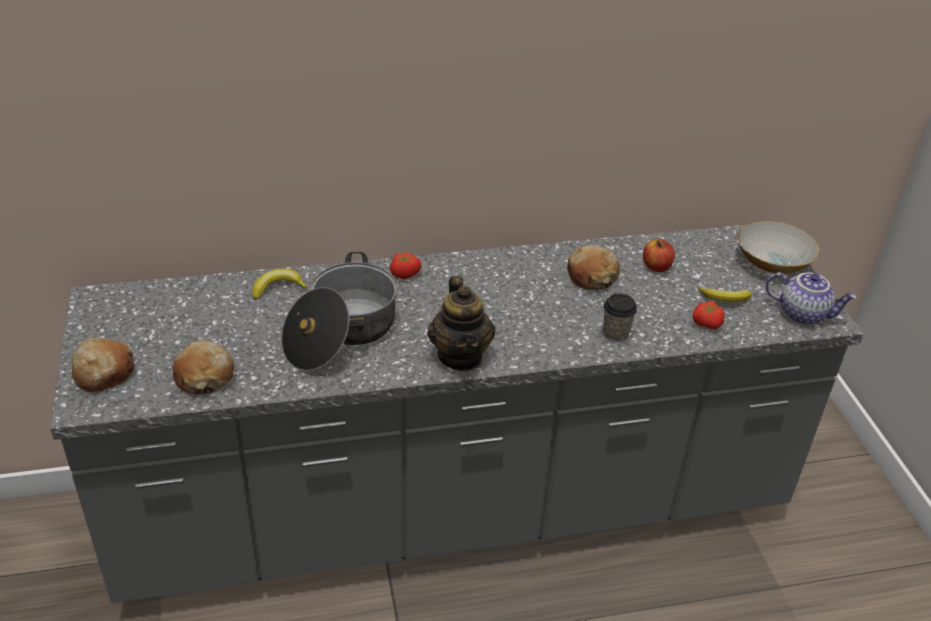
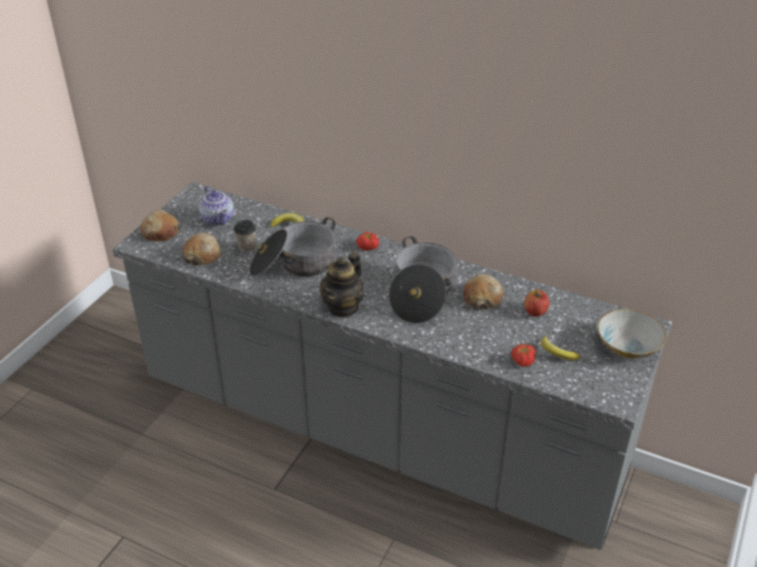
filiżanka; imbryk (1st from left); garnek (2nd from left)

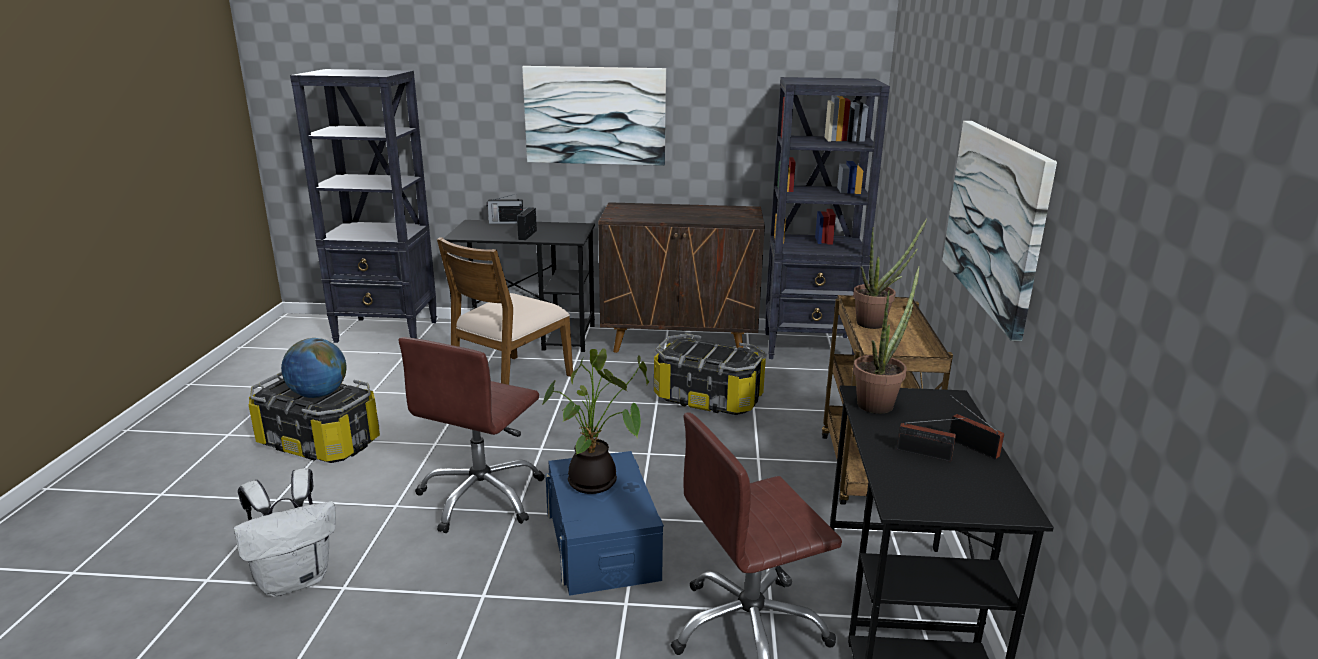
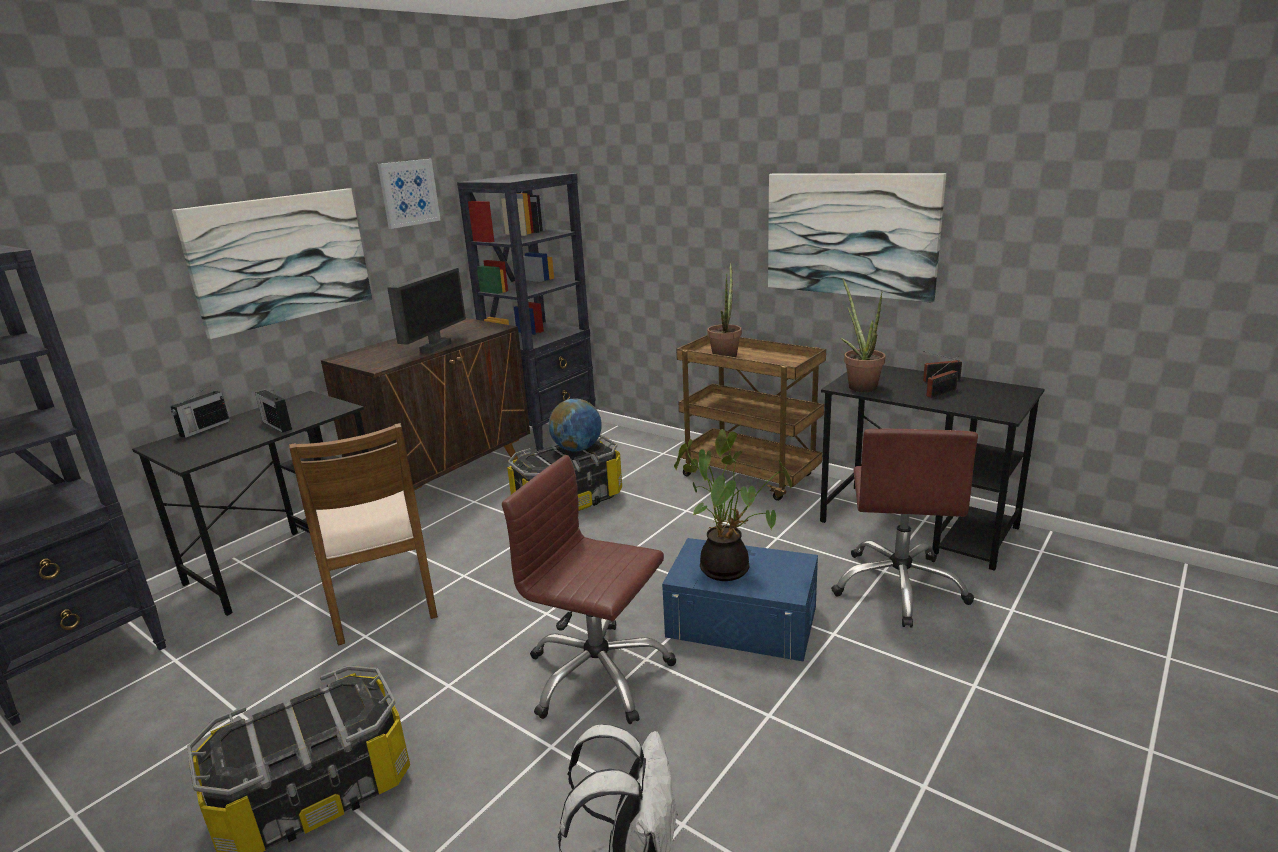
globus; krzesło biurowe [brązowy] (1st from left); obraz (2nd from left); monitor

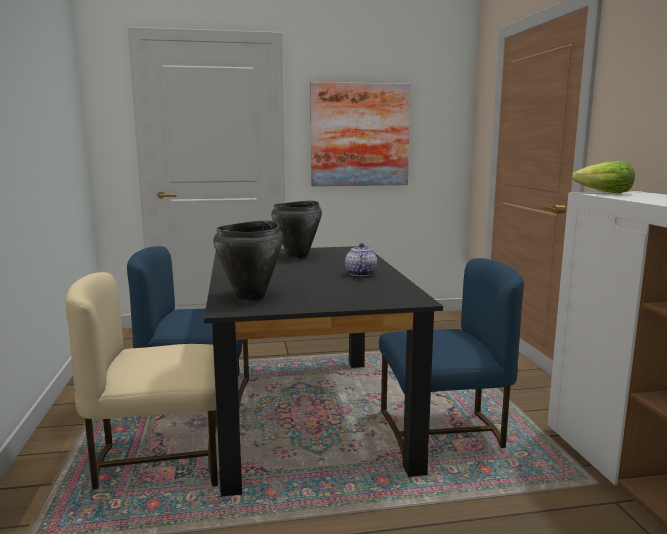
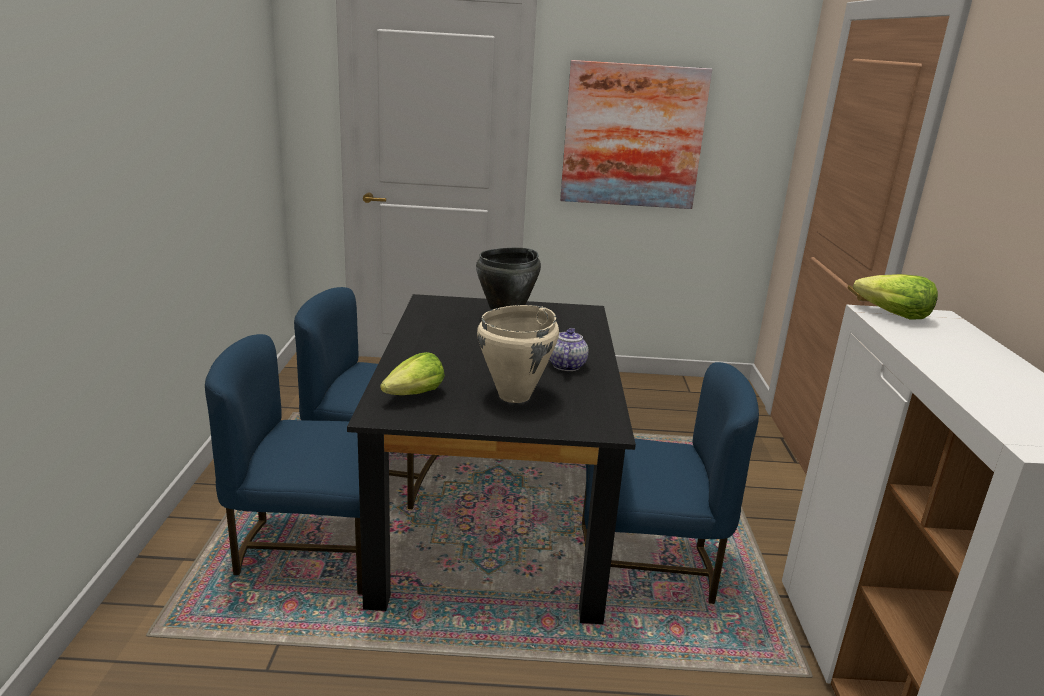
krzesło [niebieski] (1st from left); sałata (1st from left); garnek [beżowy]

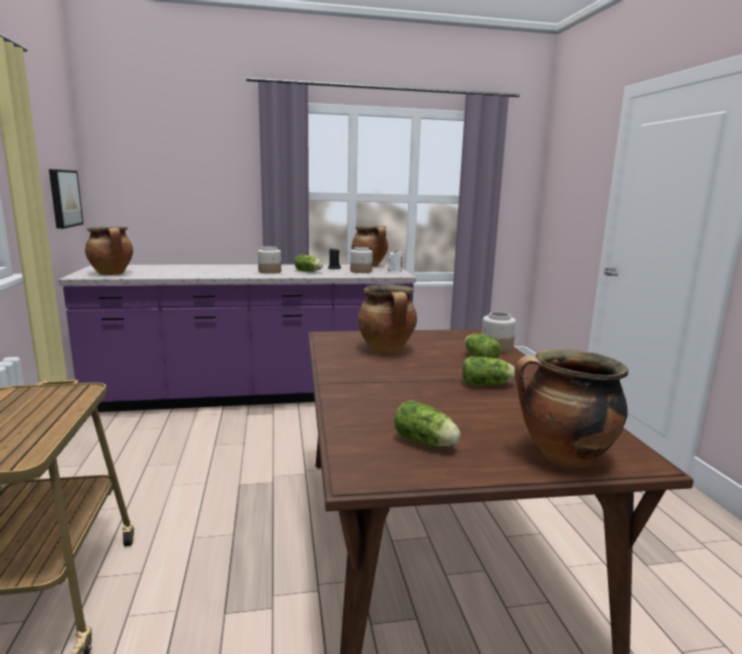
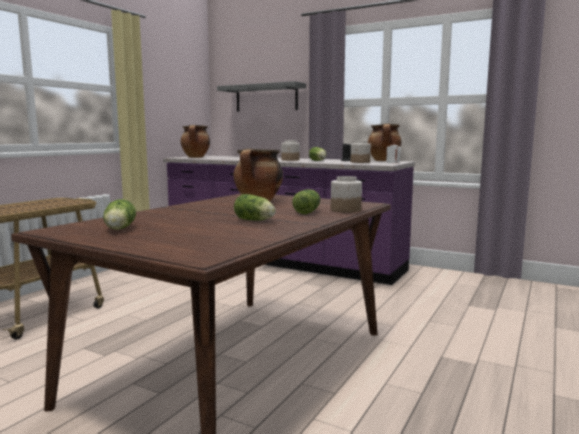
obraz; garnek (4th from left in the first image); półka [szary]

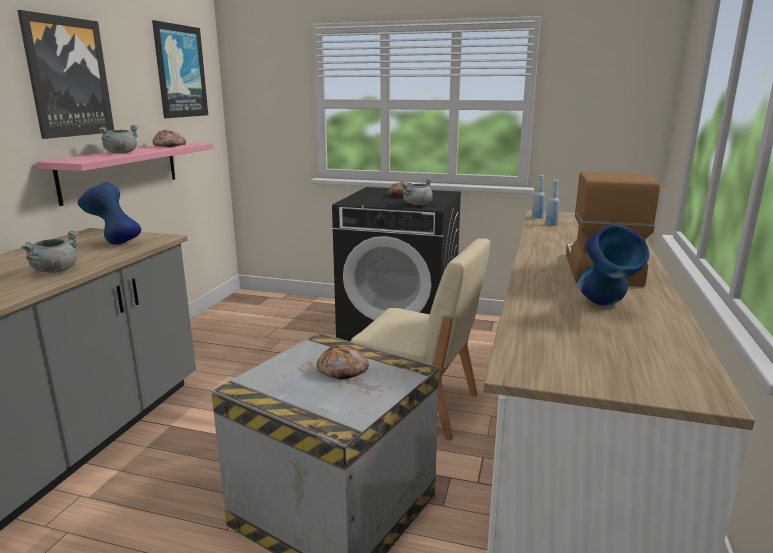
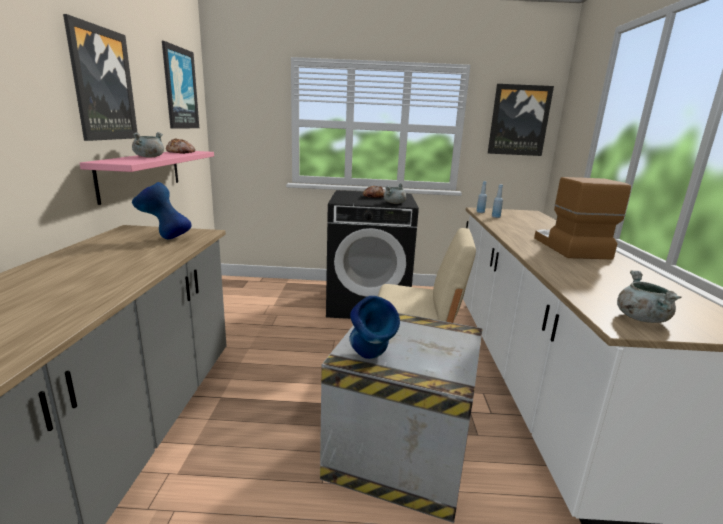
garnek [szary] (3rd from left); chleb (2nd from left in the first image); wazon [niebieski] (2nd from left); obraz (3rd from left)

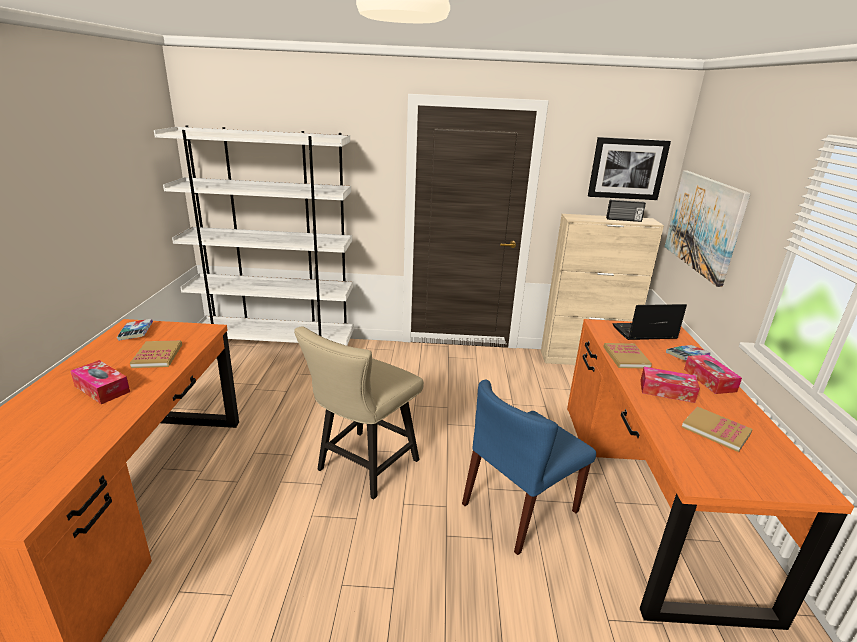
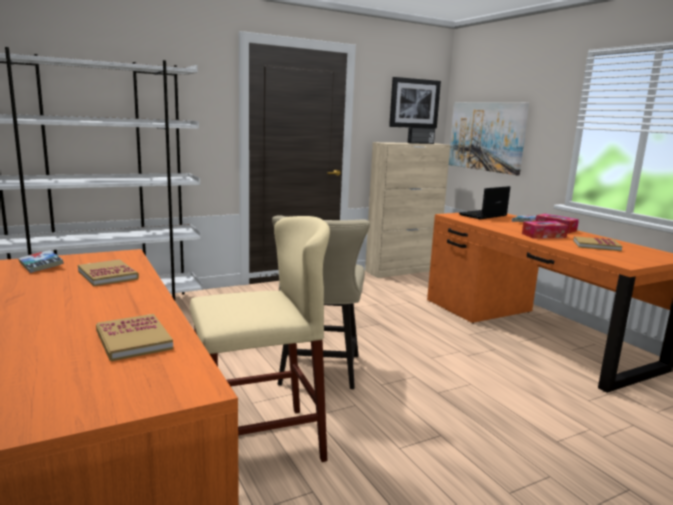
pudełko chusteczek (1st from left in the first image); krzesło [niebieski]; książka (3rd from left); stołek [beżowy]

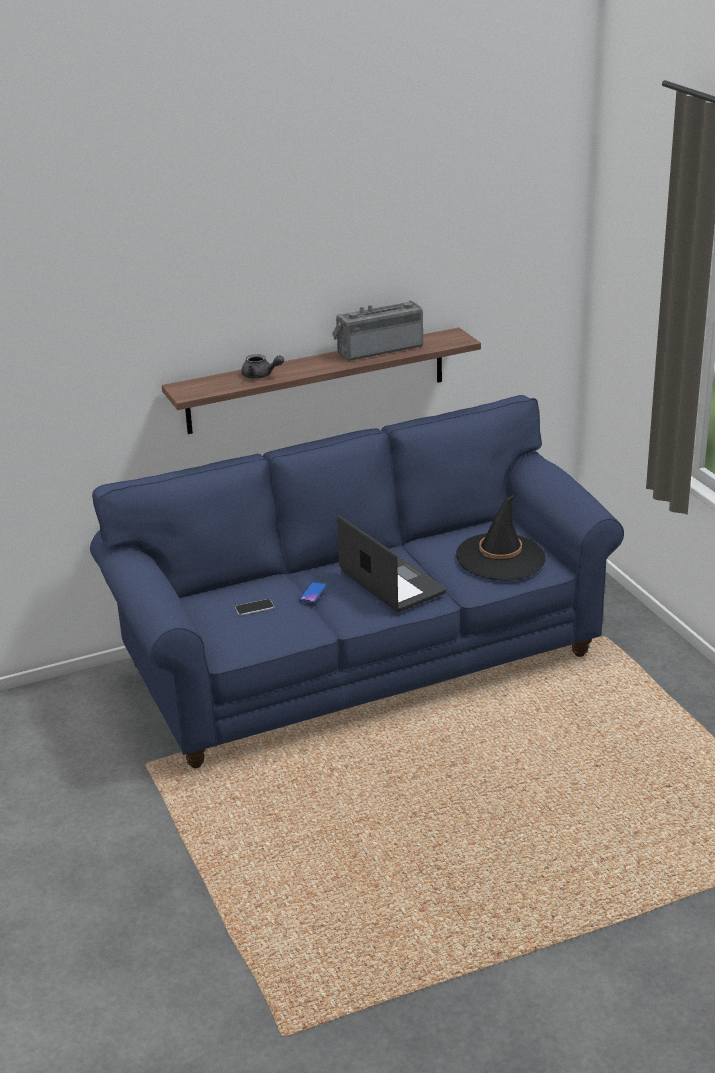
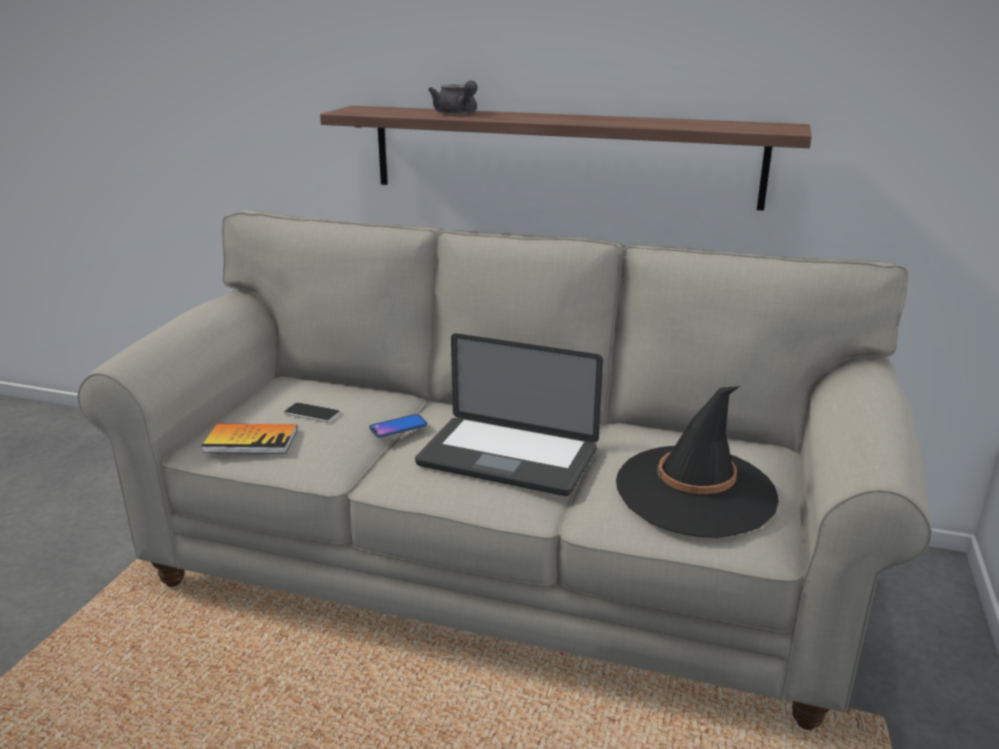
kanapa [beżowy]; radio; laptop; książka

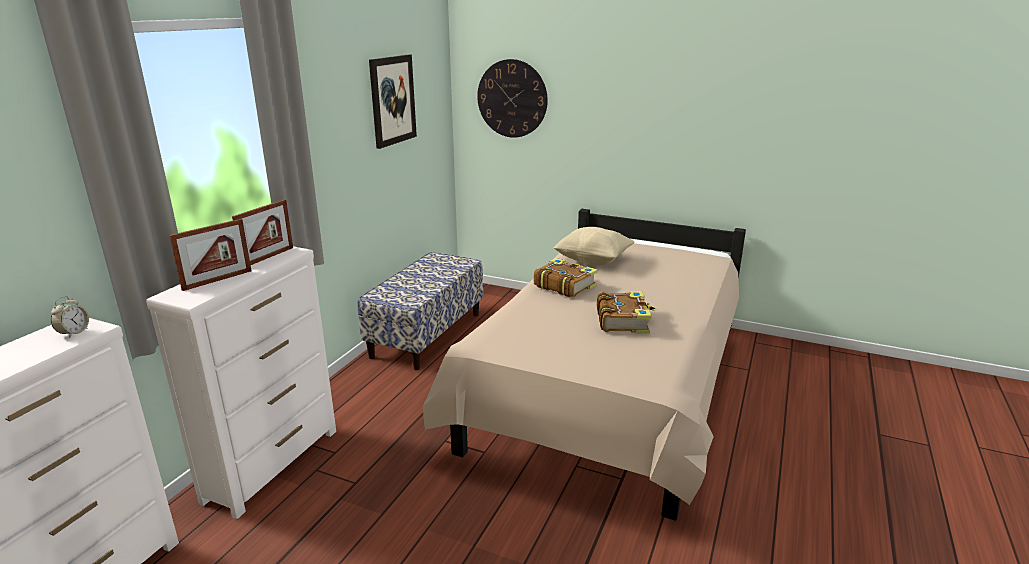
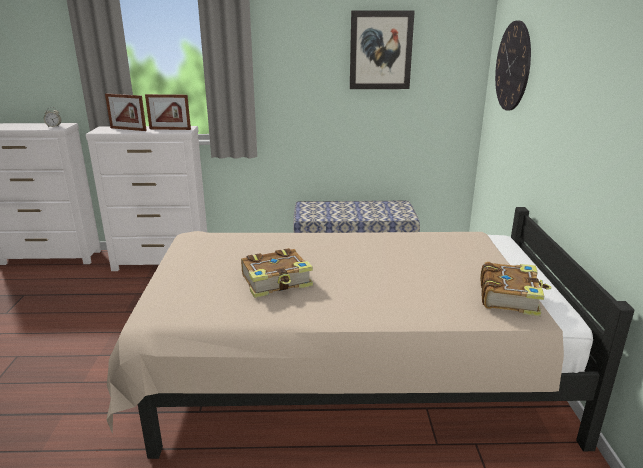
książka (2nd from left); poduszka [beżowy]

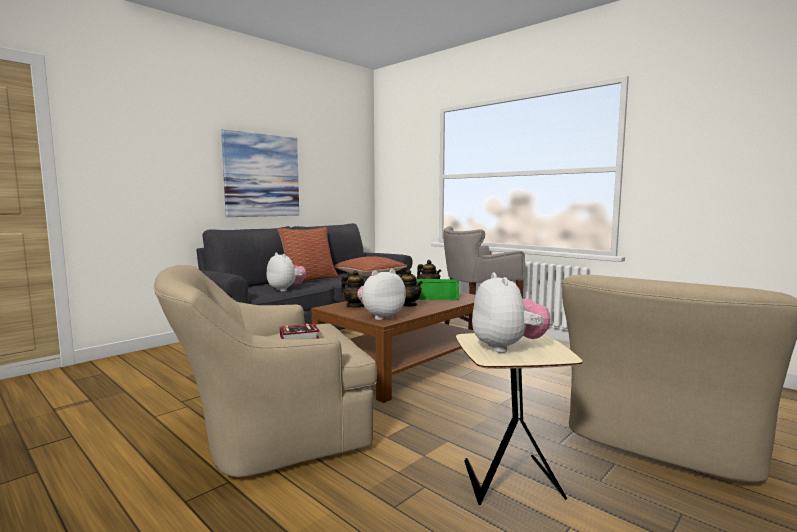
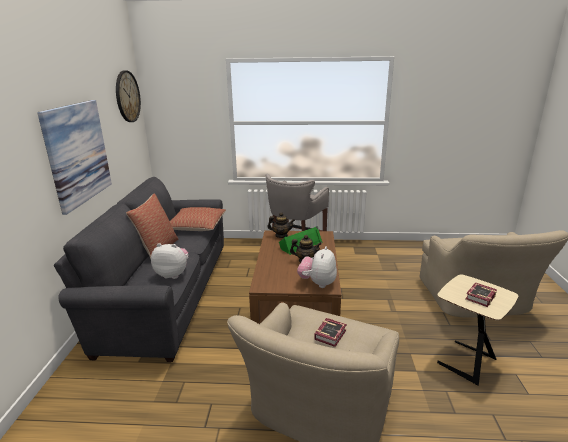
imbryk (1st from left in the first image); książka (2nd from left); zegar ścienny

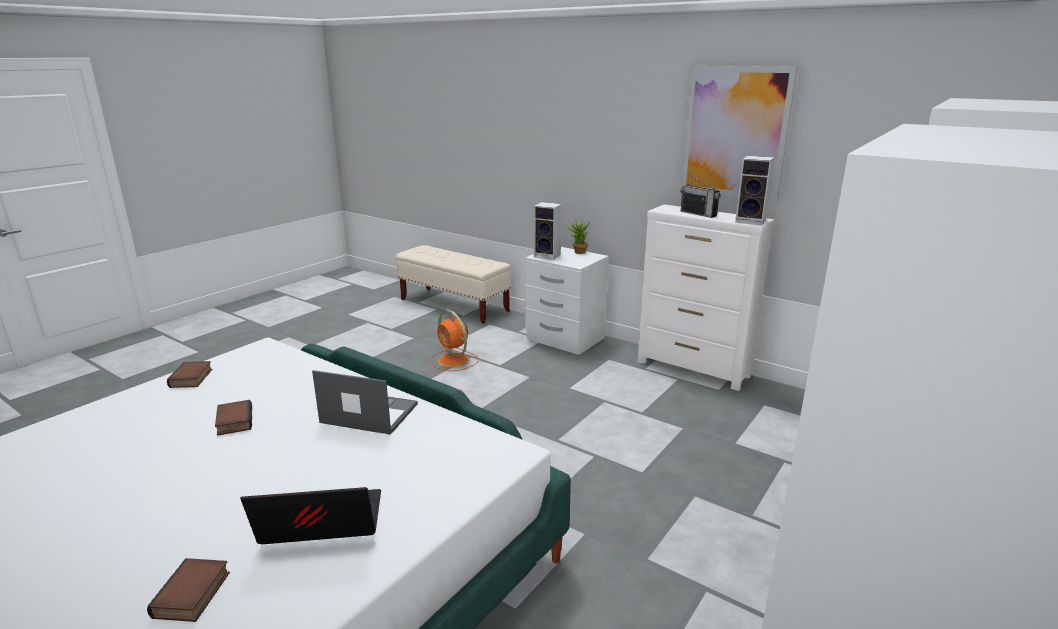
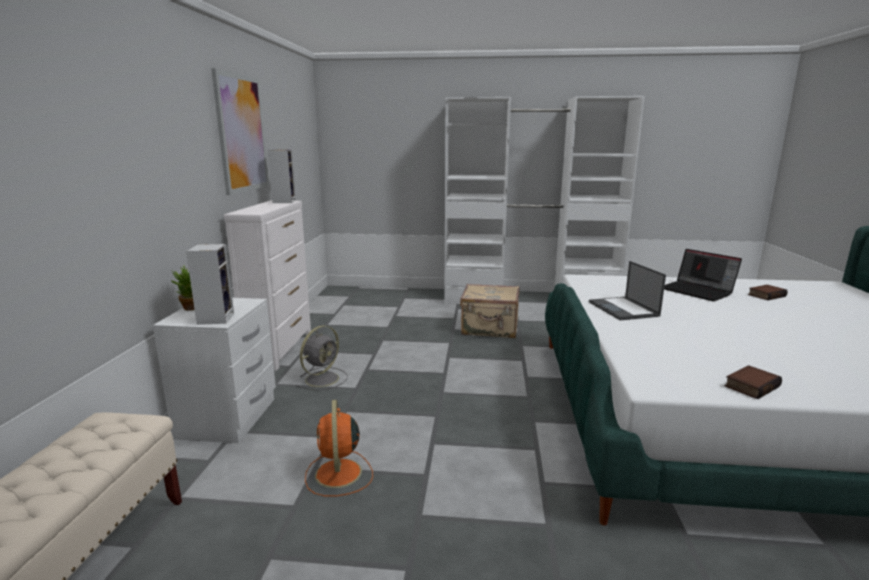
książka (3rd from left in the first image); wentylator [pomarańczowy]; radio; wentylator [szary]; walizka [beżowy]

